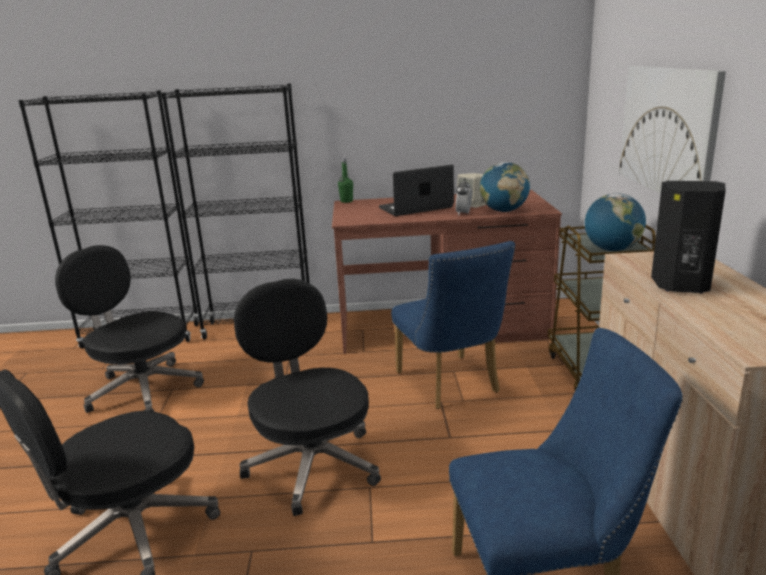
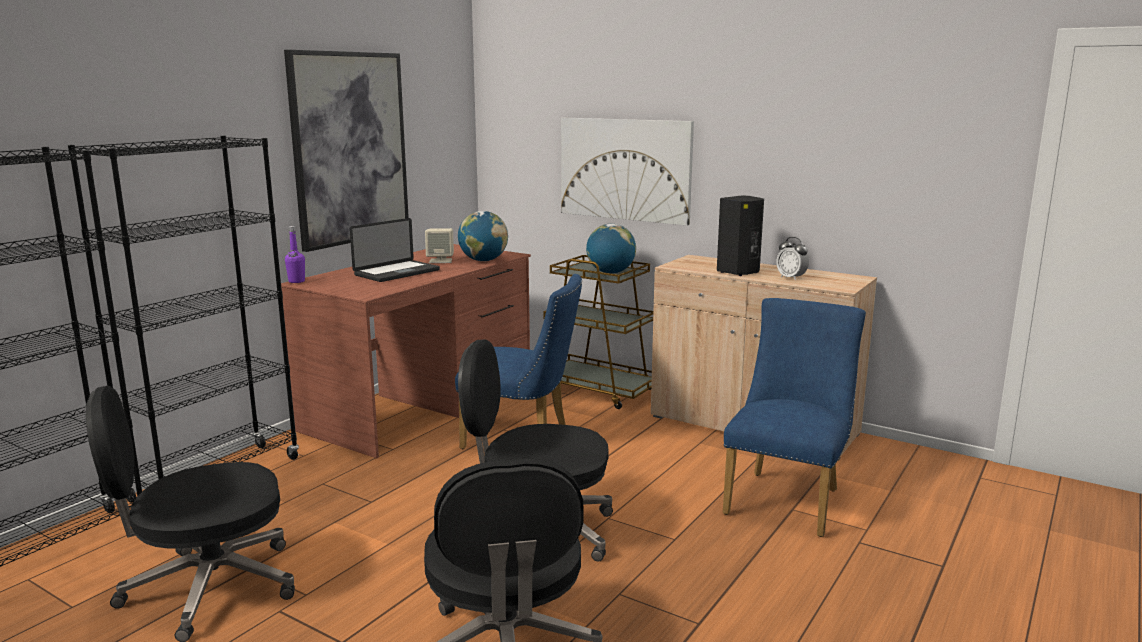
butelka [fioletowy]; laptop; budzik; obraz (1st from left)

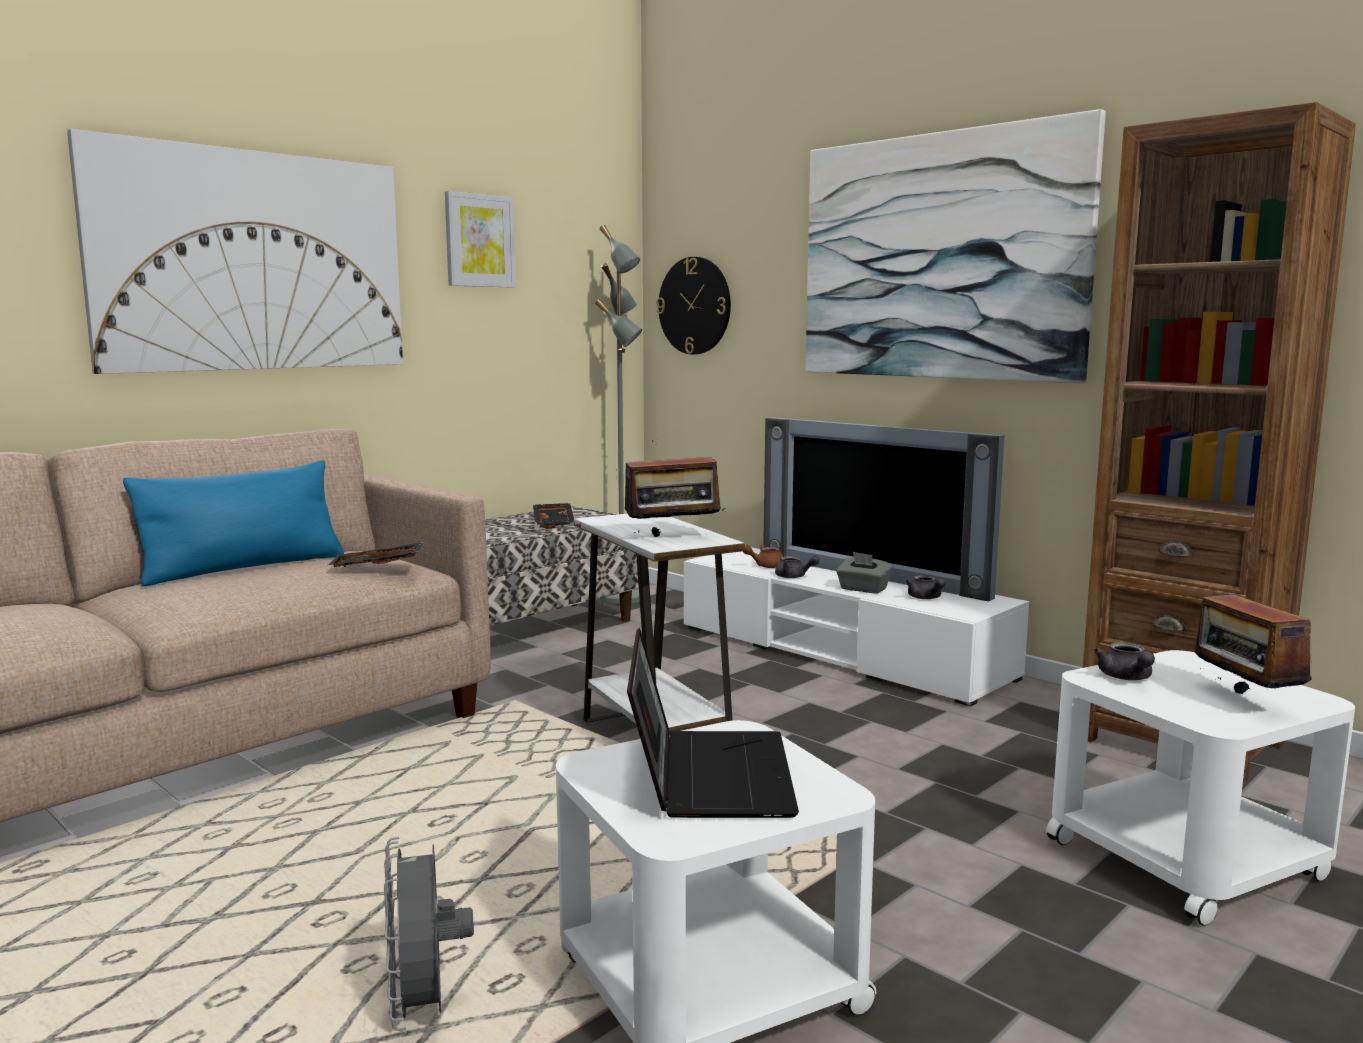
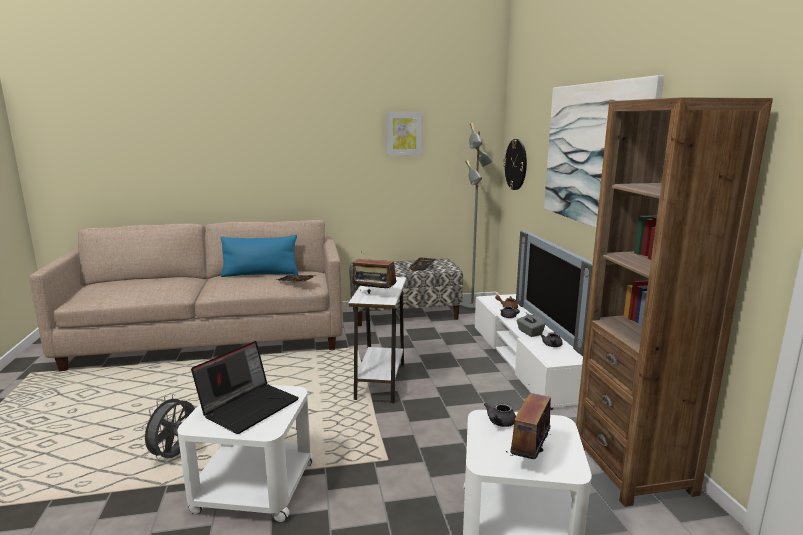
obraz (1st from left in the first image)

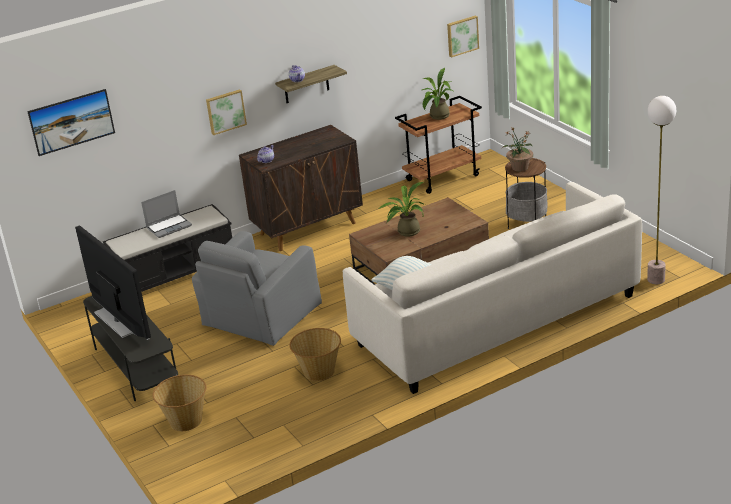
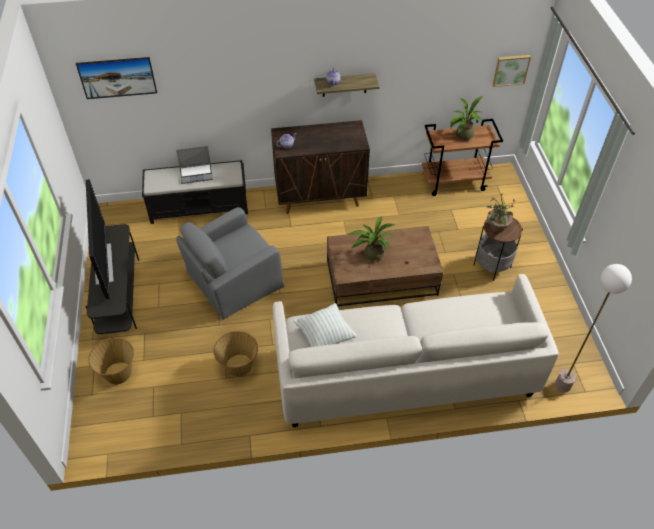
obraz (2nd from left in the first image)

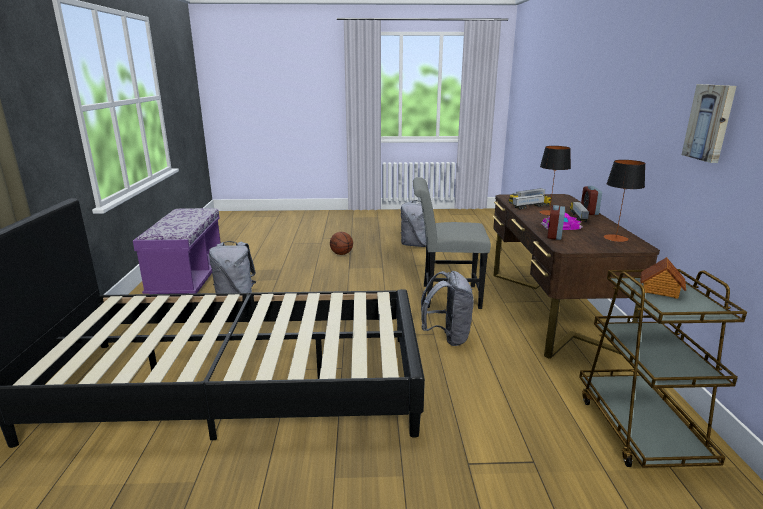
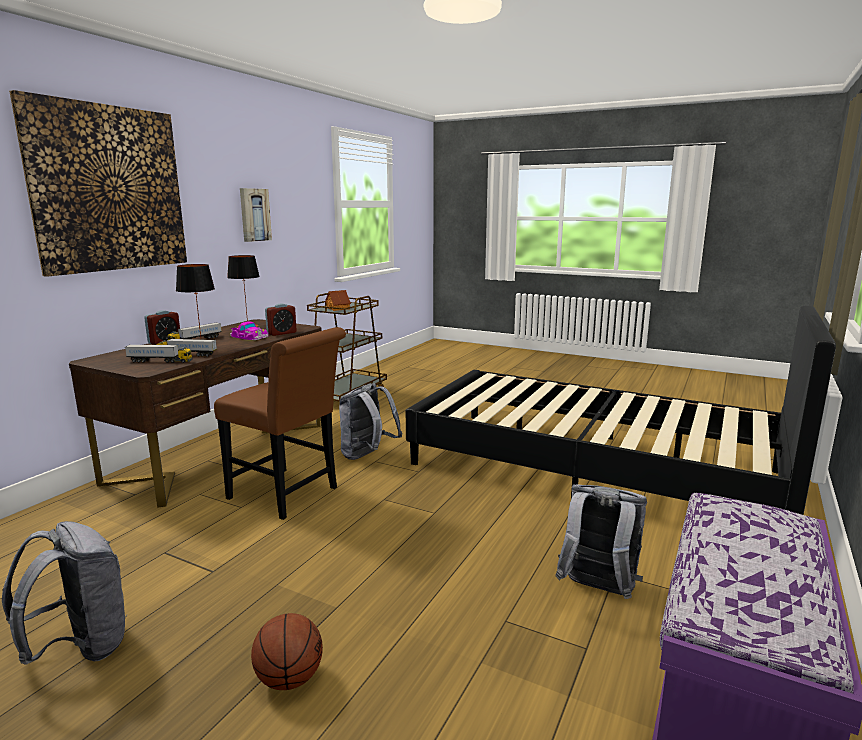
krzesło [brązowy]; obraz (1st from left)

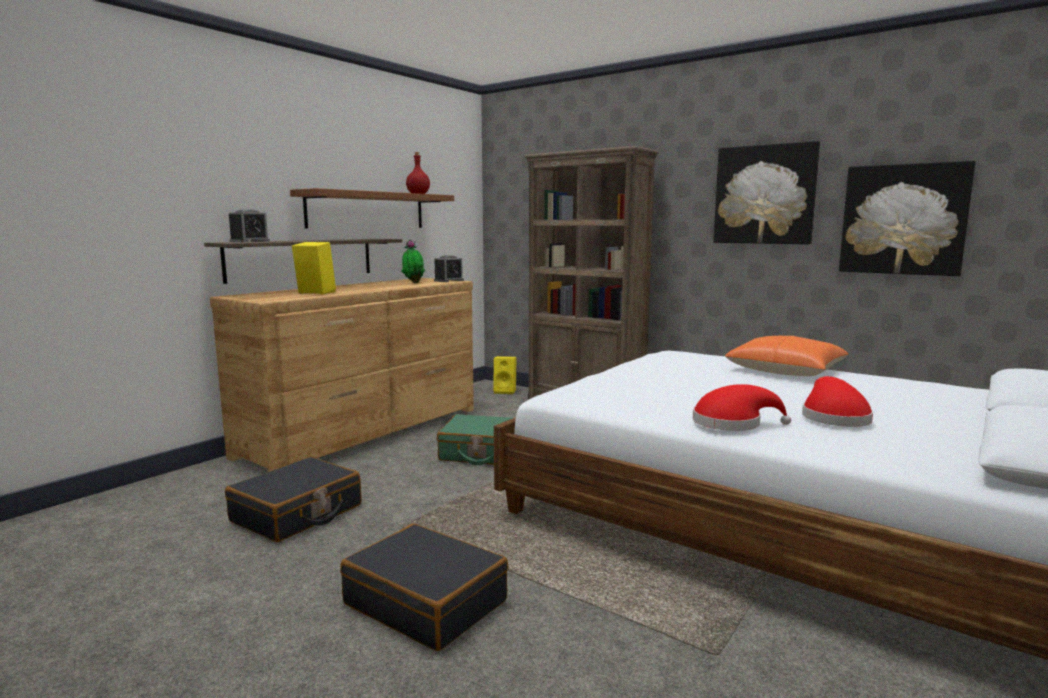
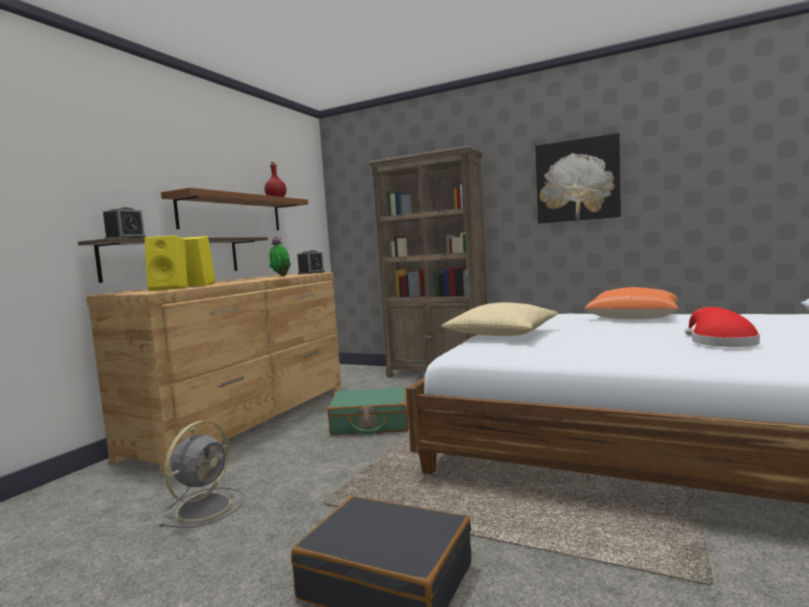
wentylator [szary]; głośnik [żółty] (1st from left); kapelusz [czerwony] (1st from left in the first image); obraz (2nd from left in the first image); poduszka [beżowy]

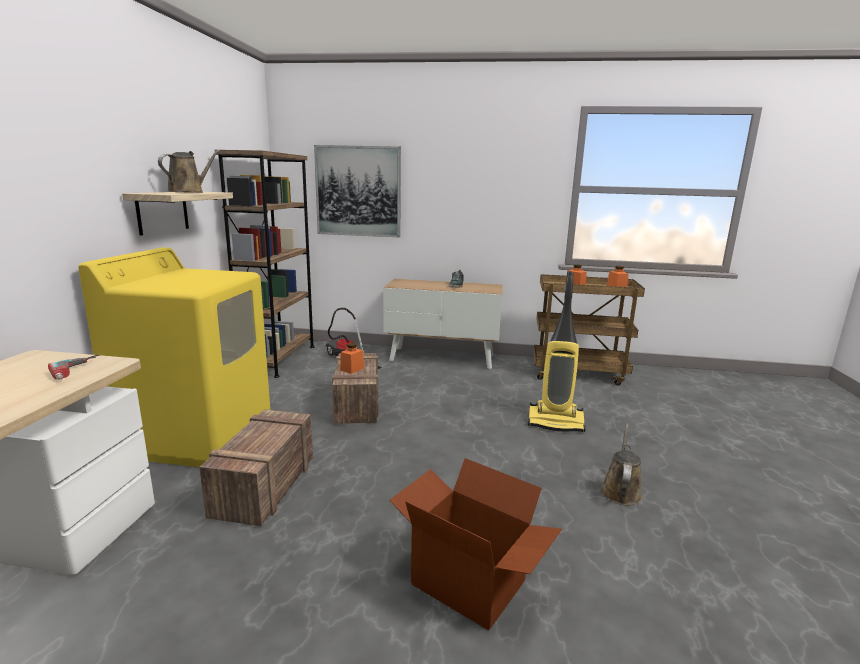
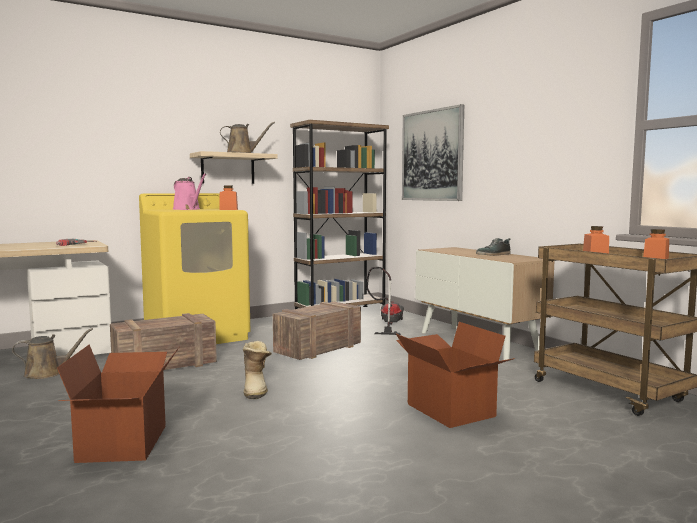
słoik [pomarańczowy] (1st from left); karton (2nd from left); konewka [brązowy] (1st from left); konewka [różowy]; but z cholewką

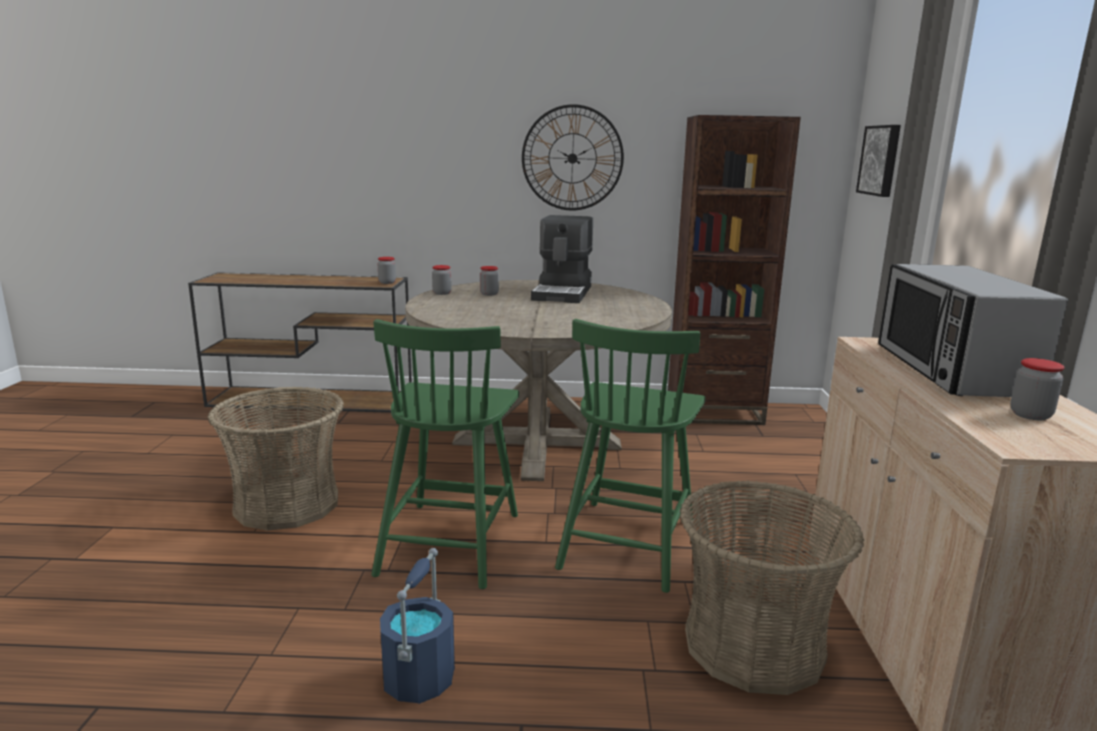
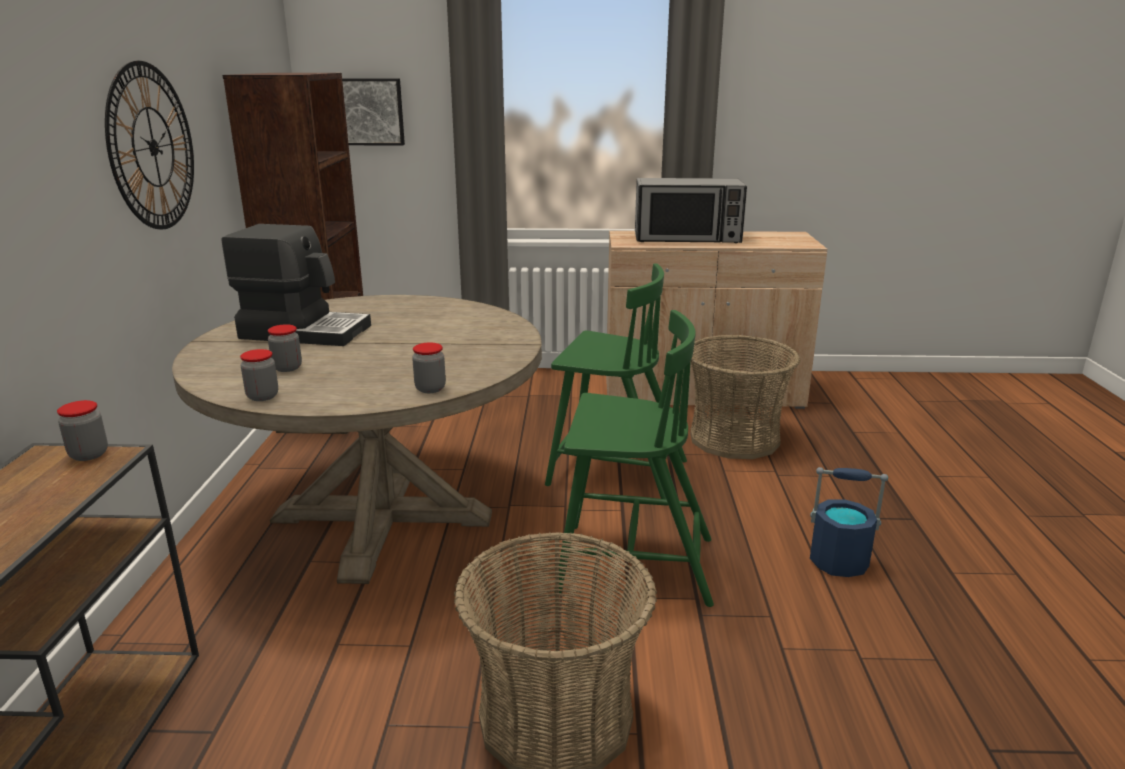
słoik (4th from left)

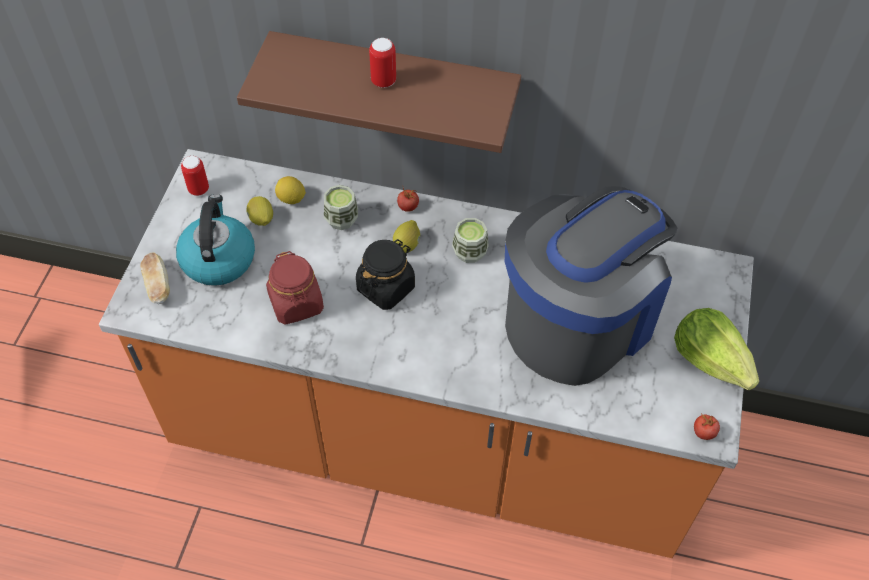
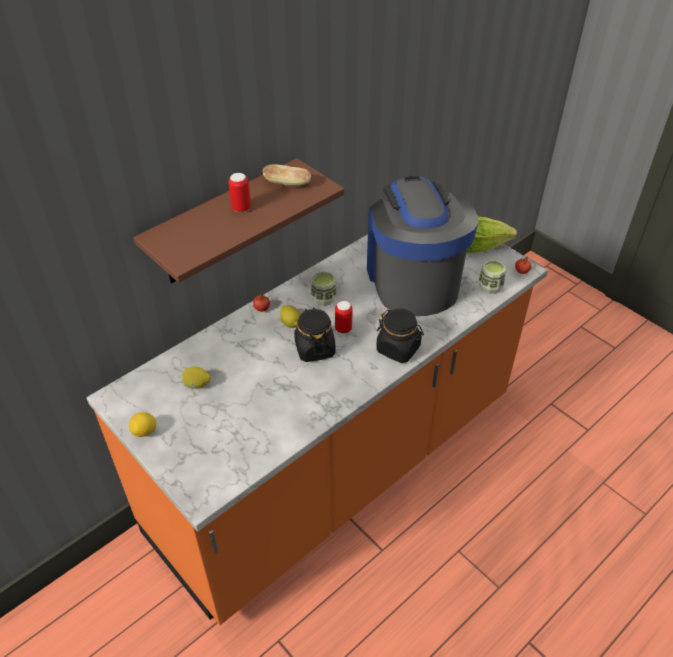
chleb; czajnik; puszka (2nd from left); słoik [czerwony]; cytryna (1st from left); filiżanka (2nd from left); słoik [czarny] (2nd from left)

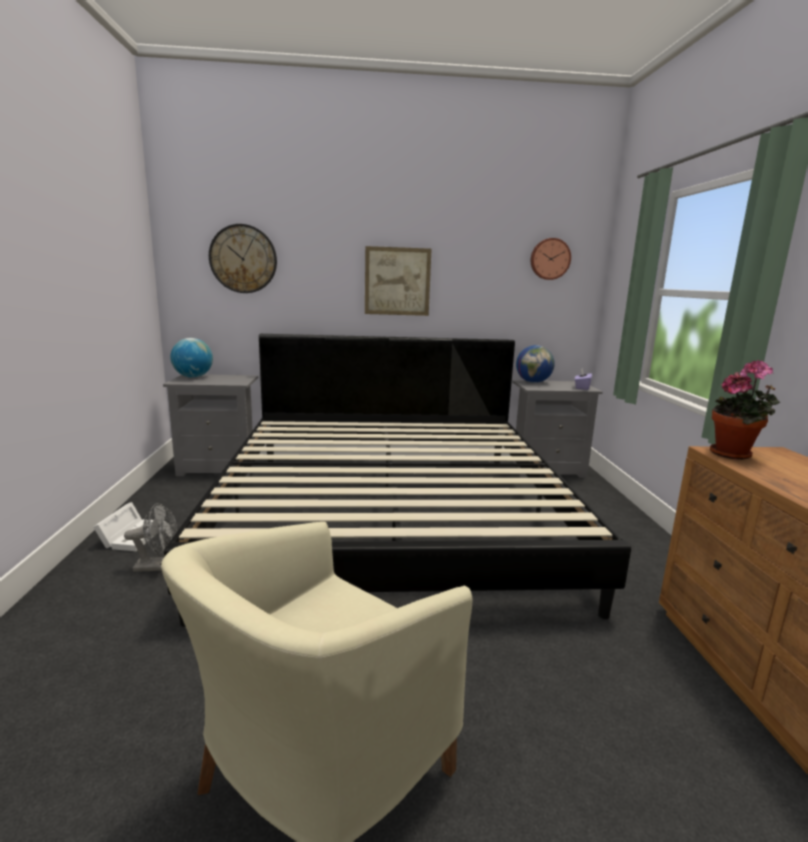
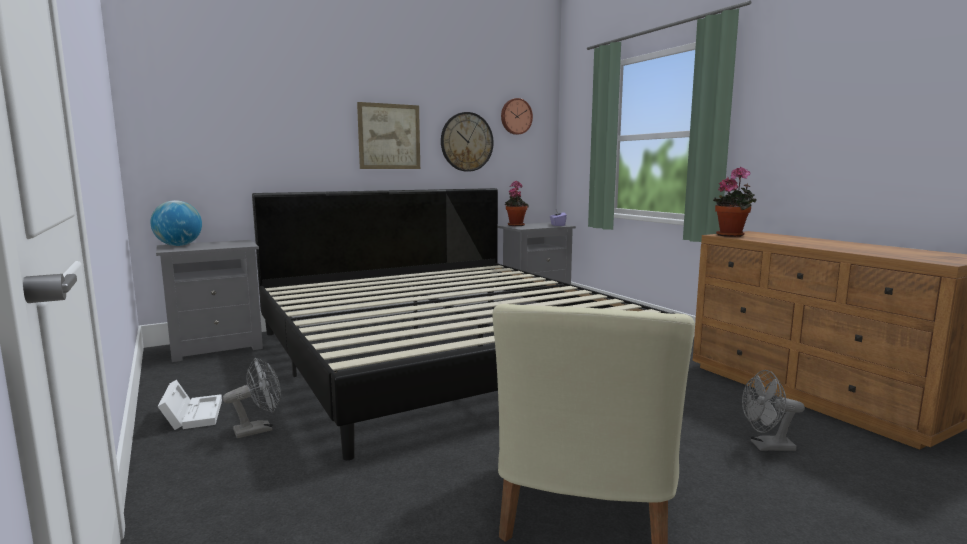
zegar ścienny (1st from left); roślina doniczkowa (1st from left); wentylator [szary] (2nd from left)

